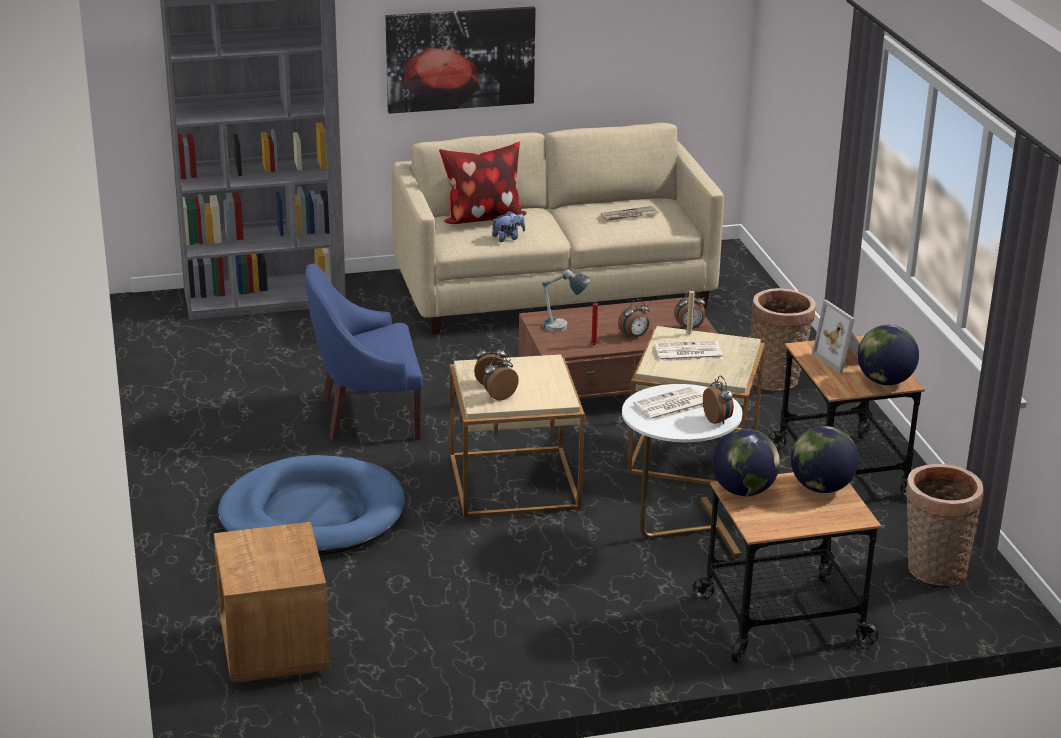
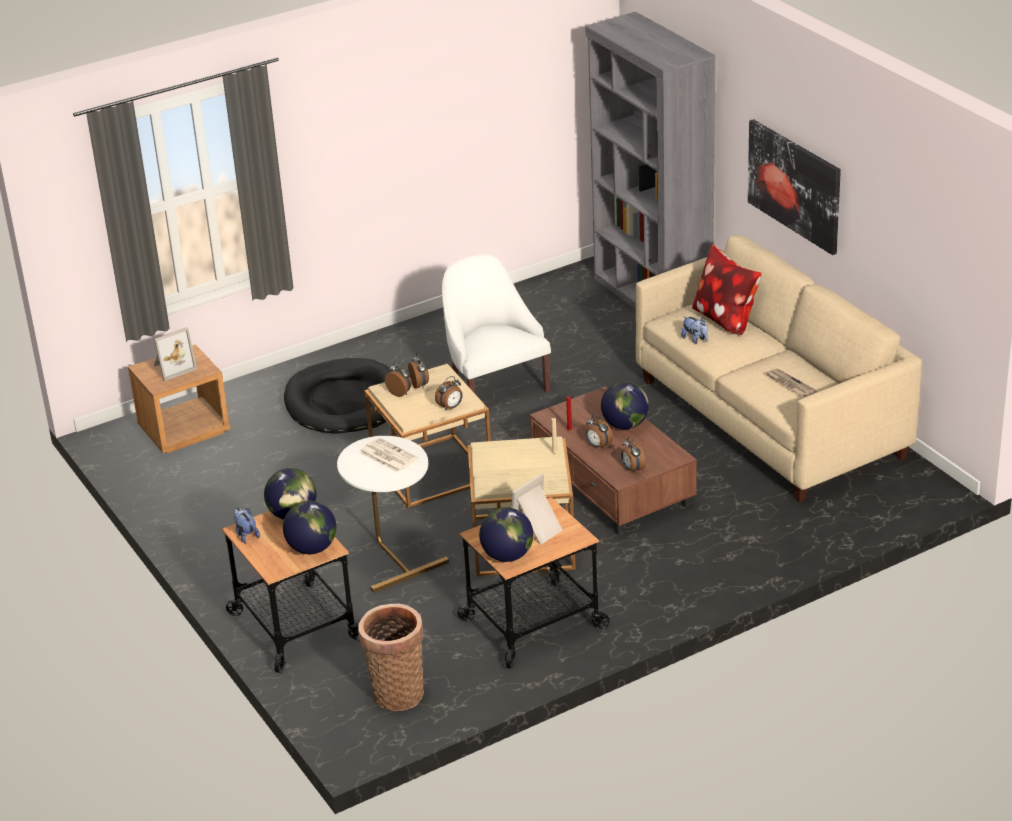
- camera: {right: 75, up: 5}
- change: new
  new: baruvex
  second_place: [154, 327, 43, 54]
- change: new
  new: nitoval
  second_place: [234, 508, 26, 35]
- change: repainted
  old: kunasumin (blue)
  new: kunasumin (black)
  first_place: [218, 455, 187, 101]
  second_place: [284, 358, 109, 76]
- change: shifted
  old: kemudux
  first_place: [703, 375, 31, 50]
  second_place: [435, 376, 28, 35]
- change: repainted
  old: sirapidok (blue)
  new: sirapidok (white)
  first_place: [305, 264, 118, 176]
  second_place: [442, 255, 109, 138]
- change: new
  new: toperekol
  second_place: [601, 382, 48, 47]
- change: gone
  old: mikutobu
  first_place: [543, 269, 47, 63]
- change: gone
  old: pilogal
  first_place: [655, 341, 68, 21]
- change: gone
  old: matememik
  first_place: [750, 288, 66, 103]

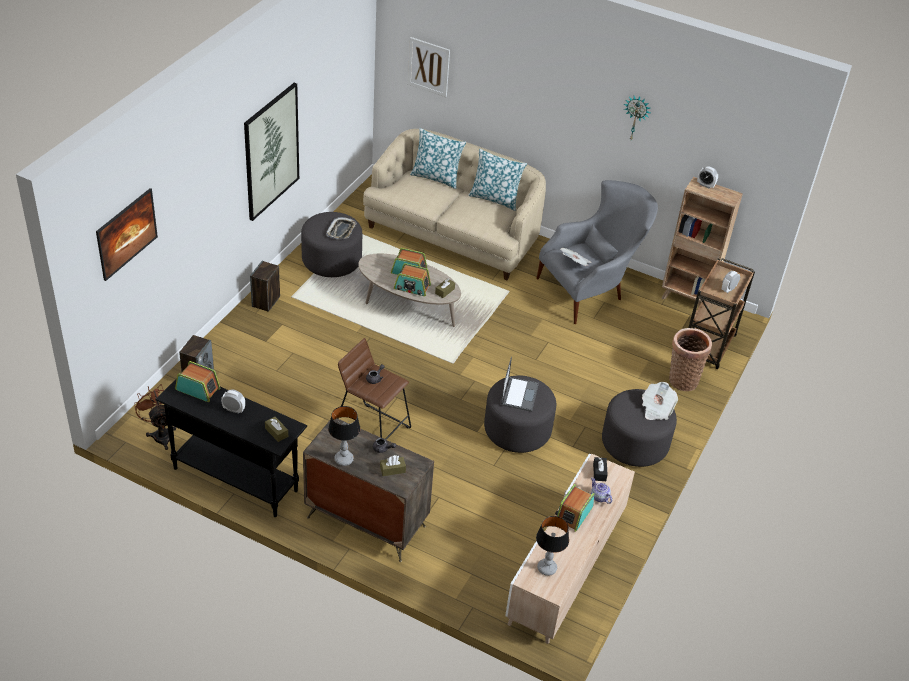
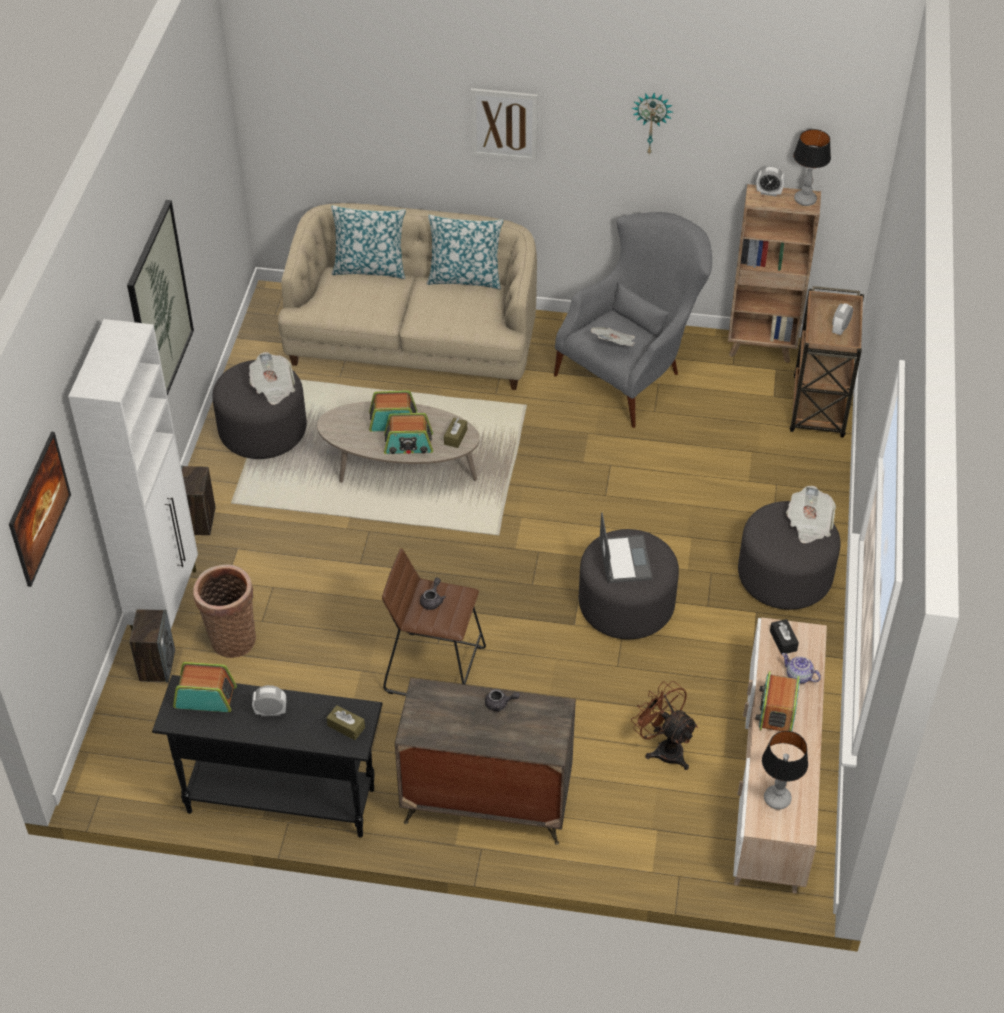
- camera: {right: -15, up: 5}
- change: new
  new: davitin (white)
  second_place: [68, 319, 130, 311]
- change: shifted
  old: matememik
  first_place: [669, 328, 43, 63]
  second_place: [193, 564, 63, 94]
- change: swapped
  old: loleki
  new: pilogal
  first_place: [326, 217, 31, 22]
  second_place: [249, 352, 46, 53]
- change: shifted
  old: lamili
  first_place: [408, 37, 42, 60]
  second_place: [471, 88, 67, 75]
- change: shifted
  old: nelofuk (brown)
  first_place: [134, 384, 42, 66]
  second_place: [631, 681, 67, 89]
- change: shifted
  old: mikutobu
  first_place: [328, 406, 32, 60]
  second_place: [793, 129, 38, 77]
- change: gone
  old: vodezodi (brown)
  first_place: [380, 455, 26, 21]

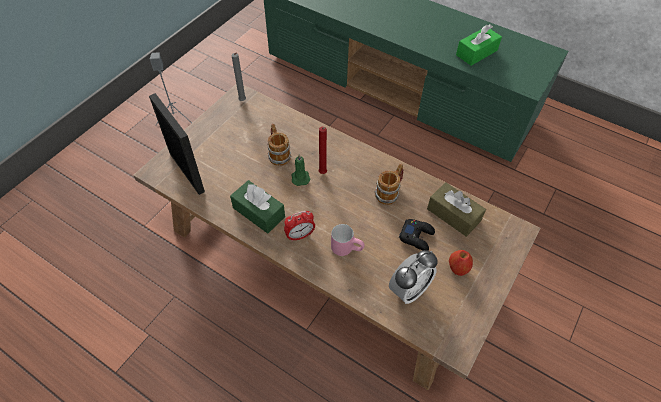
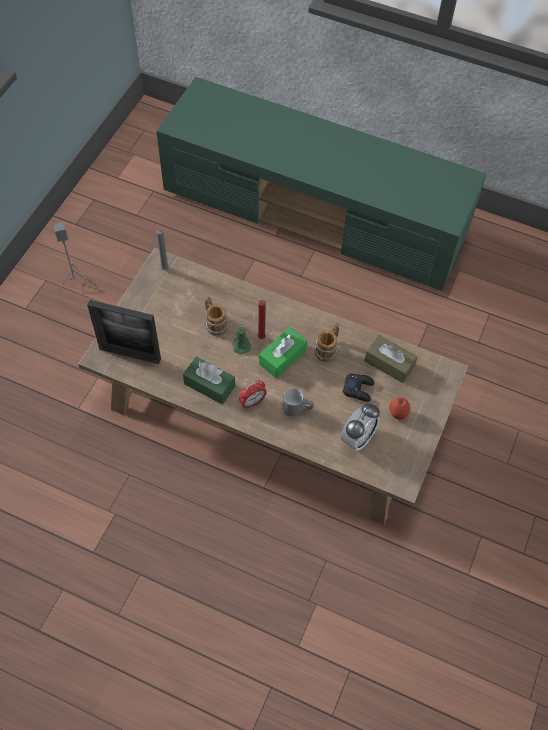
- camera: {right: -10, up: 5}
- change: rotated
  old: baruvex
  first_place: [149, 93, 56, 102]
  second_place: [87, 300, 74, 64]
  degrees: 150
- change: shifted
  old: vodezodi (green)
  first_place: [456, 24, 46, 42]
  second_place: [259, 327, 48, 51]
- change: repainted
  old: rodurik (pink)
  new: rodurik (grey)
  first_place: [331, 224, 34, 32]
  second_place: [283, 388, 31, 28]

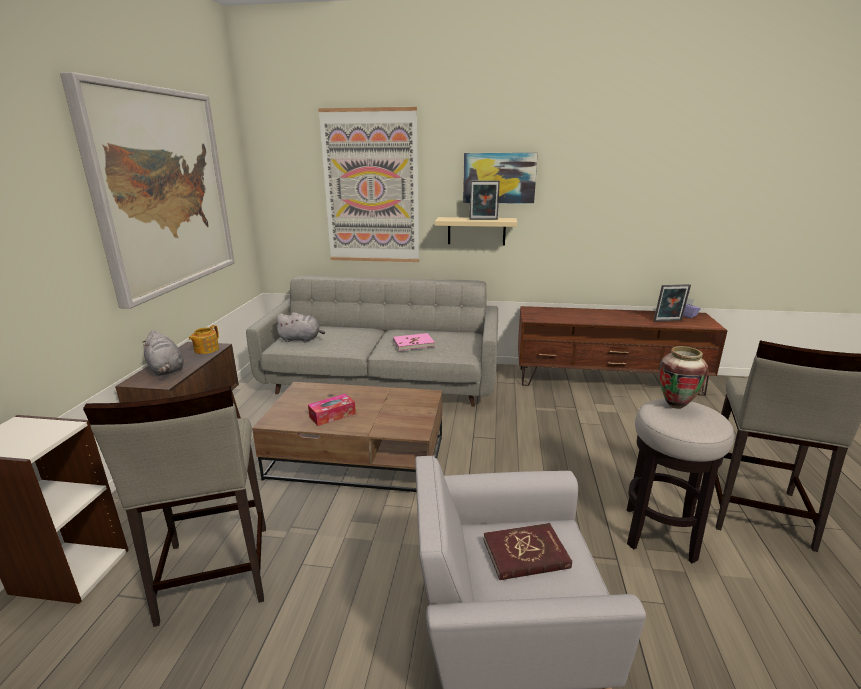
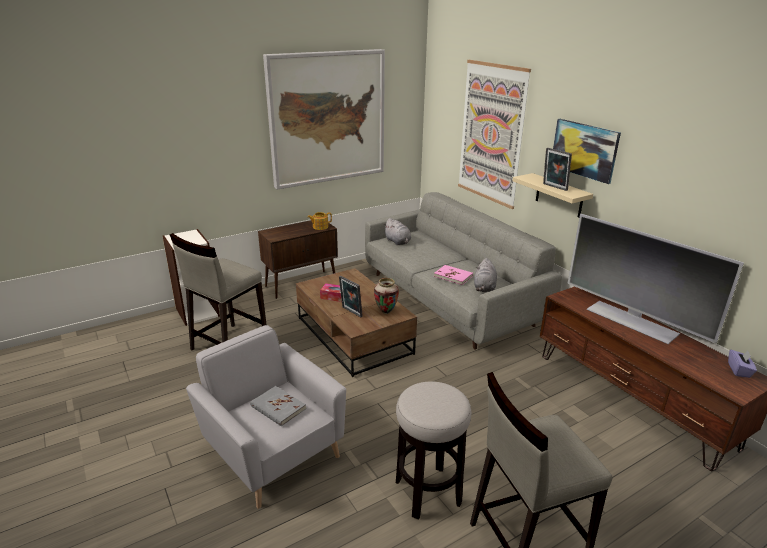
- camera: {right: 50, up: 5}
- change: repainted
  old: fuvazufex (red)
  new: fuvazufex (grey)
  first_place: [483, 523, 89, 57]
  second_place: [250, 386, 56, 41]
- change: shifted
  old: baruvex
  first_place: [654, 284, 37, 38]
  second_place: [339, 276, 24, 41]
- change: shifted
  old: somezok
  first_place: [659, 346, 49, 63]
  second_place: [374, 278, 25, 36]
- change: shifted
  old: nitoval (grey)
  first_place: [142, 330, 42, 46]
  second_place: [474, 258, 23, 34]
- change: new
  new: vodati
  second_place: [567, 214, 177, 130]

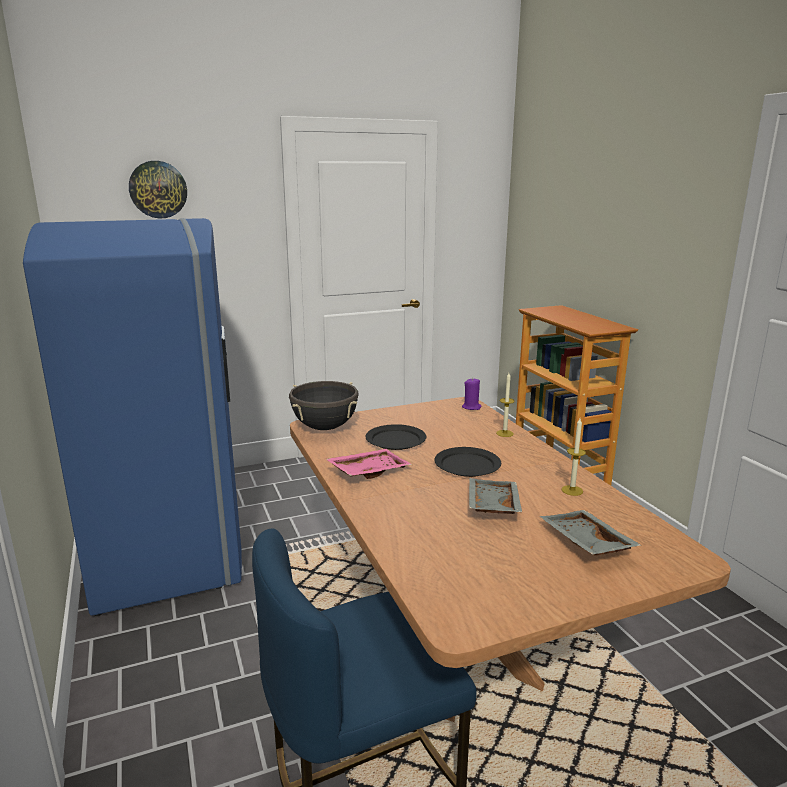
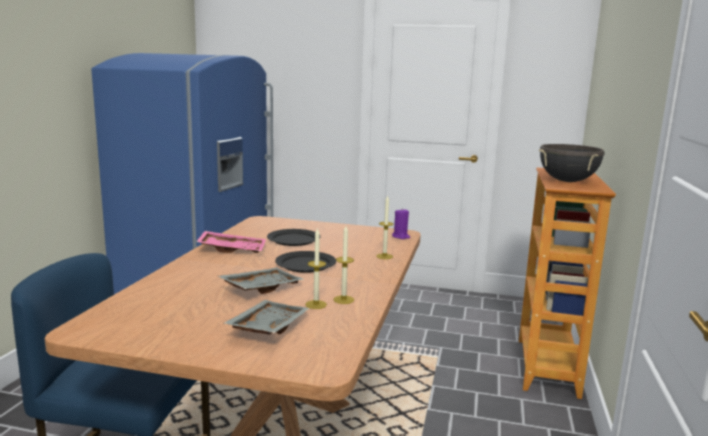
- camera: {right: 35, up: -5}
- change: new
  new: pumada
  second_place: [306, 228, 21, 81]
- change: shifted
  old: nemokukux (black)
  first_place: [289, 381, 70, 49]
  second_place: [539, 144, 65, 38]
- change: gone
  old: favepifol
  first_place: [129, 161, 58, 57]

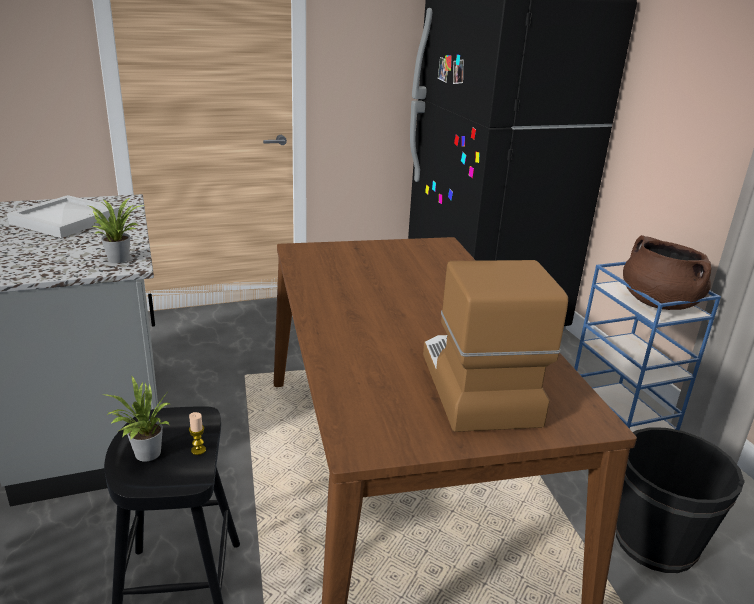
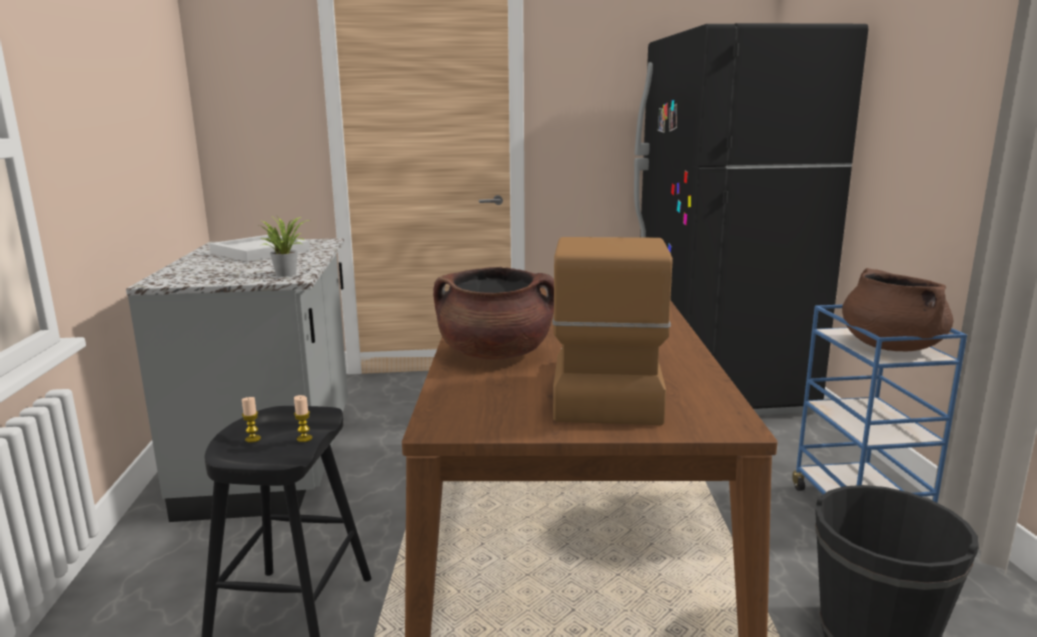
- camera: {right: 15, up: -10}
- change: swapped
  old: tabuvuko
  new: pumada
  first_place: [105, 377, 65, 85]
  second_place: [242, 397, 19, 46]
- change: new
  new: nemokukux (brown)
  second_place: [433, 267, 121, 92]

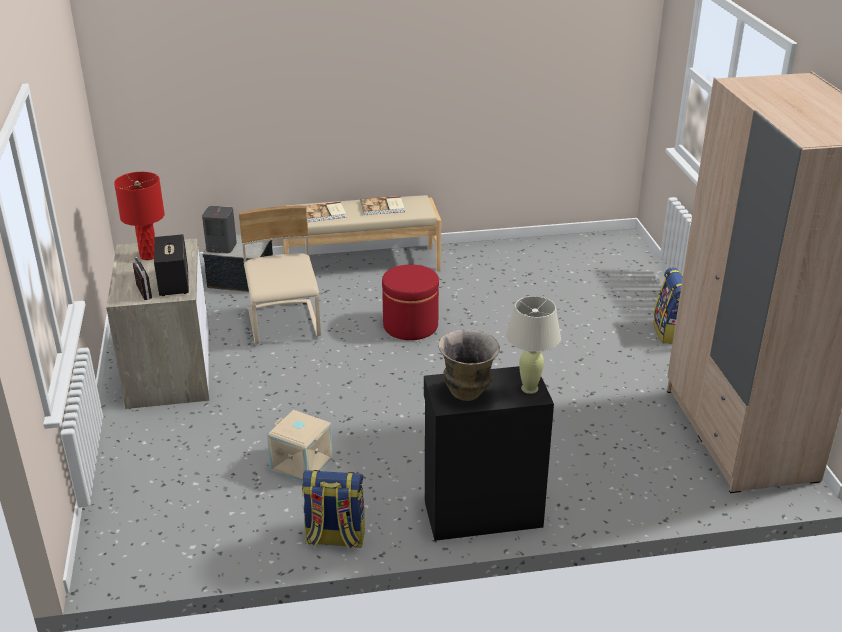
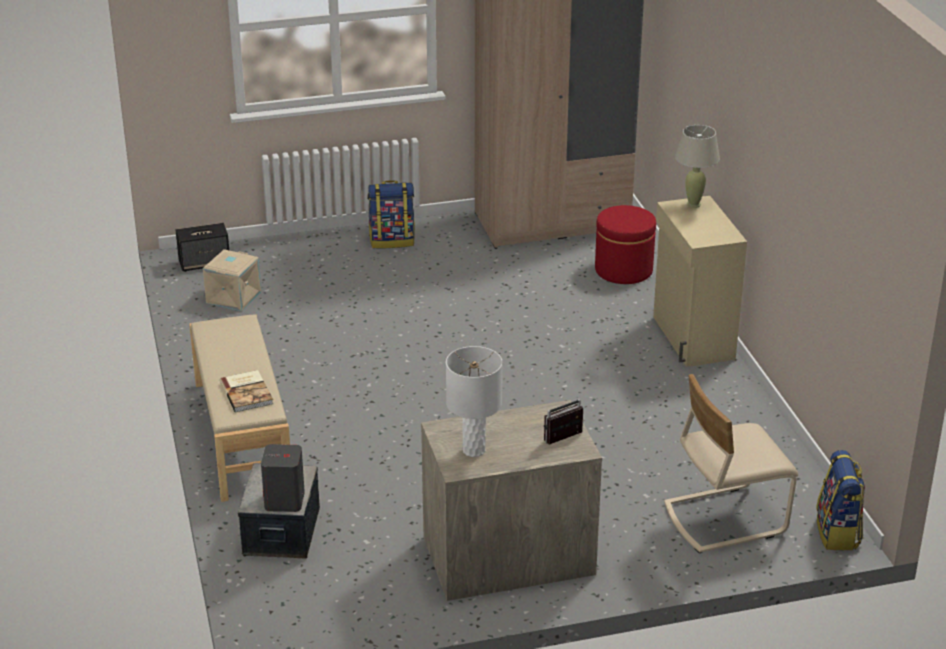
- camera: {right: -95, up: 0}
- change: shifted
  old: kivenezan
  first_place: [154, 234, 35, 62]
  second_place: [176, 223, 53, 49]
- change: shifted
  old: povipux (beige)
  first_place: [267, 410, 66, 72]
  second_place: [203, 249, 58, 62]
- change: repainted
  old: mikutobu (red)
  new: mikutobu (white)
  first_place: [114, 172, 51, 88]
  second_place: [446, 346, 57, 111]
- change: shifted
  old: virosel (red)
  first_place: [382, 265, 57, 75]
  second_place: [595, 205, 61, 79]
- change: repainted
  old: davitin (black)
  new: davitin (beige)
  first_place: [424, 366, 130, 175]
  second_place: [653, 196, 94, 171]
- change: shifted
  old: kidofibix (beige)
  first_place: [239, 205, 82, 139]
  second_place: [664, 374, 134, 179]
- change: shifted
  old: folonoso
  first_place: [302, 470, 63, 79]
  second_place: [816, 450, 49, 100]
- change: gone
  old: fuvazufex
  first_place: [361, 196, 44, 19]
- change: gone
  old: somezok
  first_place: [438, 329, 62, 72]

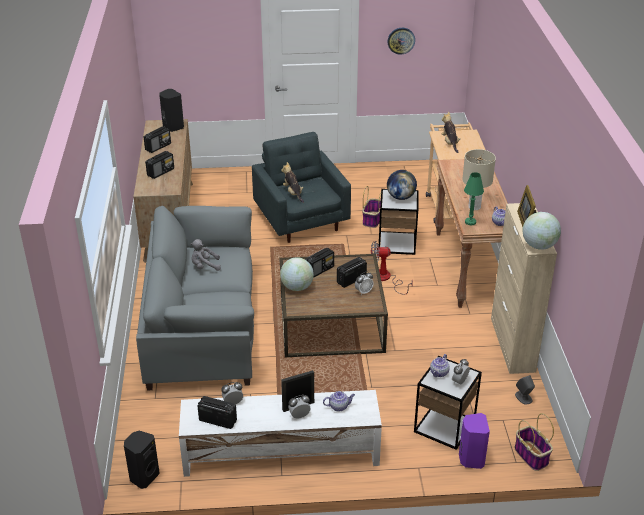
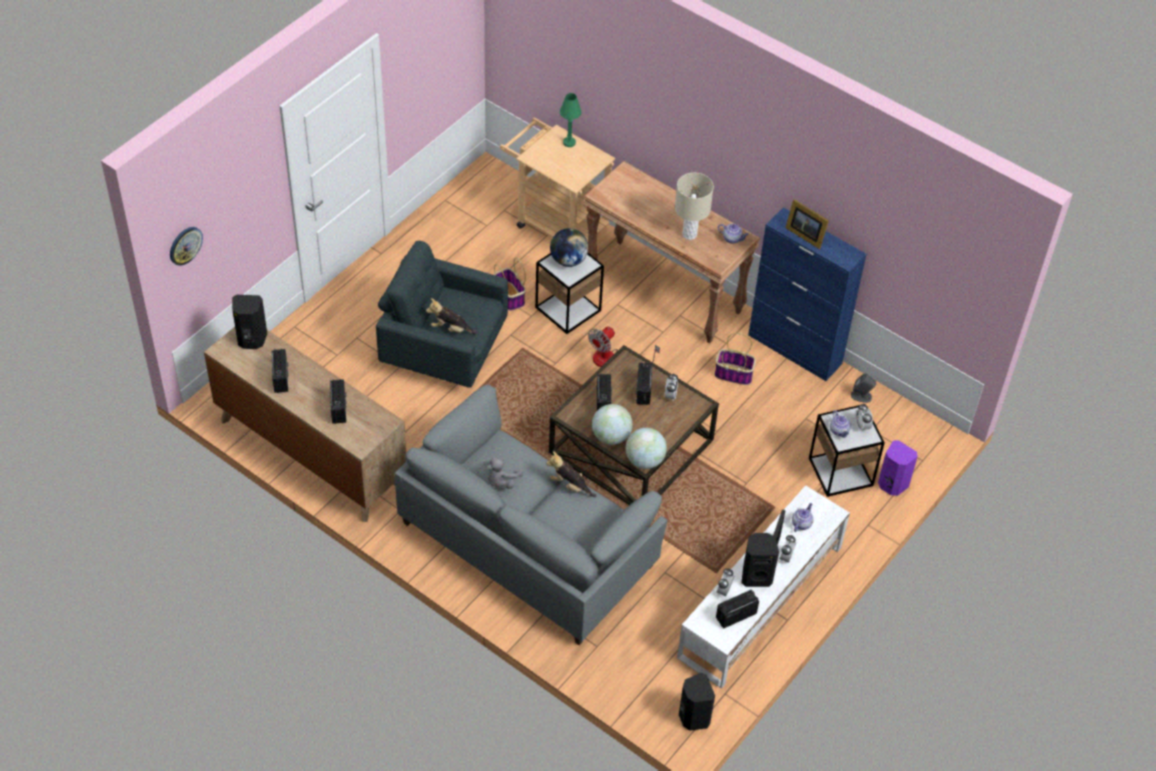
- camera: {right: -50, up: 15}
- change: shifted
  old: favepifol
  first_place: [388, 28, 27, 26]
  second_place: [170, 227, 33, 39]
- change: shifted
  old: nitoval
  first_place: [442, 112, 19, 41]
  second_place: [546, 451, 50, 46]
- change: shifted
  old: mikutobu (green)
  first_place: [464, 172, 20, 53]
  second_place: [560, 93, 22, 54]
- change: shifted
  old: toperekol
  first_place: [522, 212, 39, 38]
  second_place: [626, 428, 41, 41]
- change: shifted
  old: matememik
  first_place: [514, 413, 40, 58]
  second_place: [715, 333, 41, 52]
- change: new
  new: kivenezan (black)
  second_place: [741, 533, 38, 54]
- change: repainted
  old: davitin (beige)
  new: davitin (blue)
  first_place: [491, 203, 66, 171]
  second_place: [748, 207, 118, 174]

